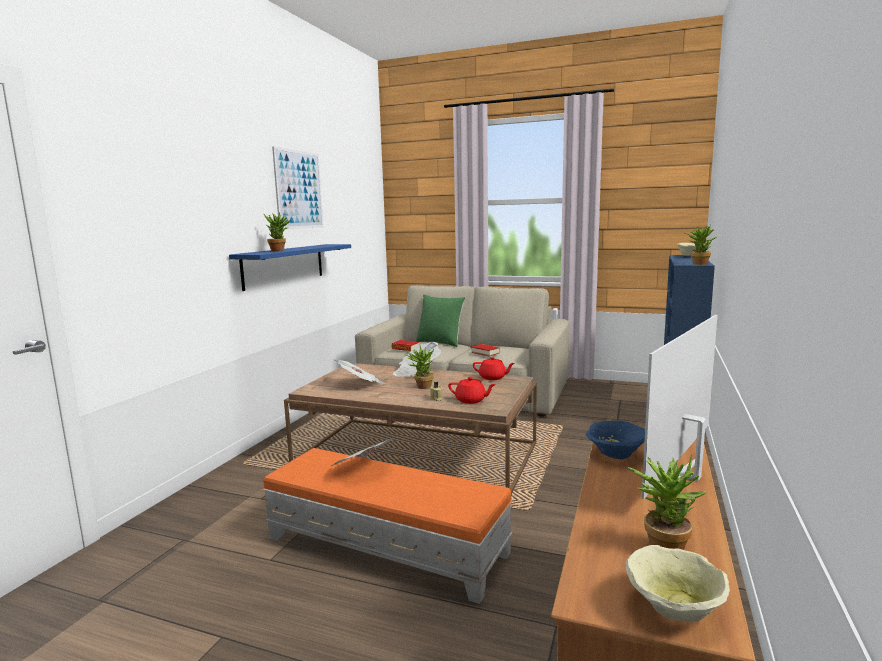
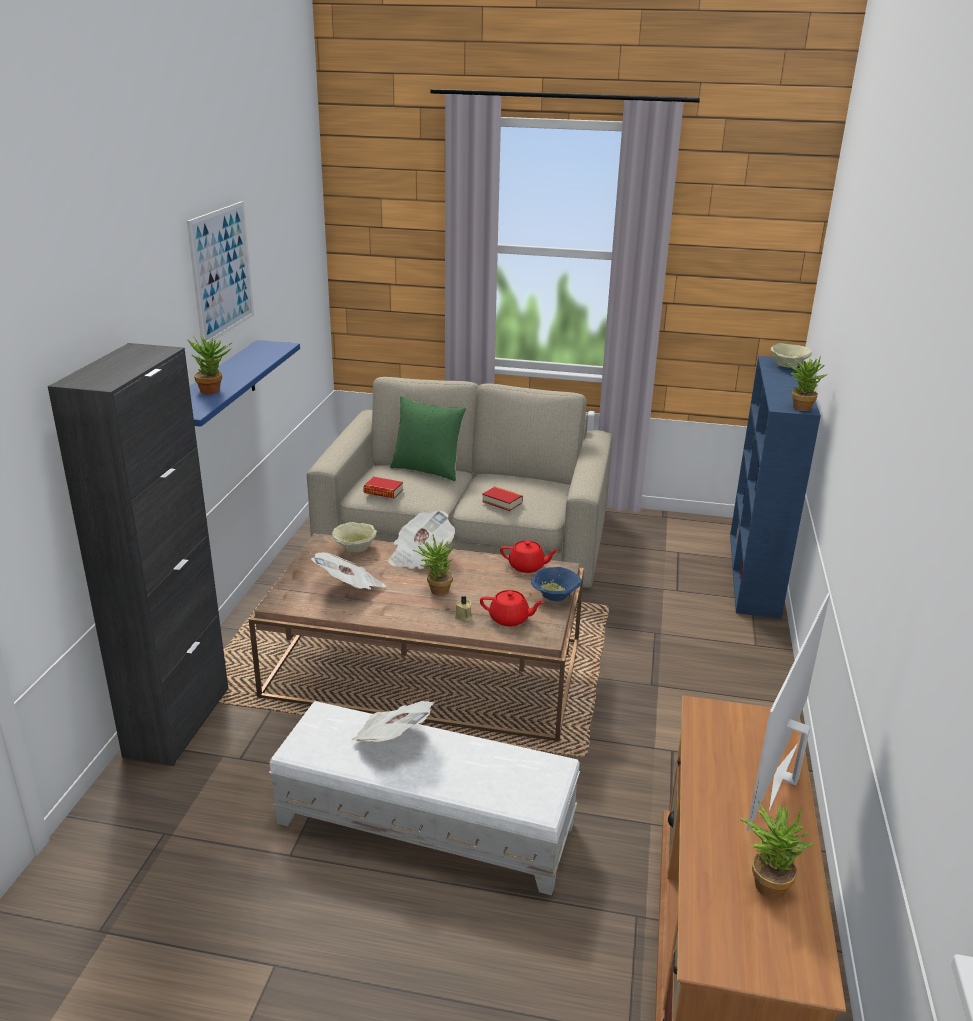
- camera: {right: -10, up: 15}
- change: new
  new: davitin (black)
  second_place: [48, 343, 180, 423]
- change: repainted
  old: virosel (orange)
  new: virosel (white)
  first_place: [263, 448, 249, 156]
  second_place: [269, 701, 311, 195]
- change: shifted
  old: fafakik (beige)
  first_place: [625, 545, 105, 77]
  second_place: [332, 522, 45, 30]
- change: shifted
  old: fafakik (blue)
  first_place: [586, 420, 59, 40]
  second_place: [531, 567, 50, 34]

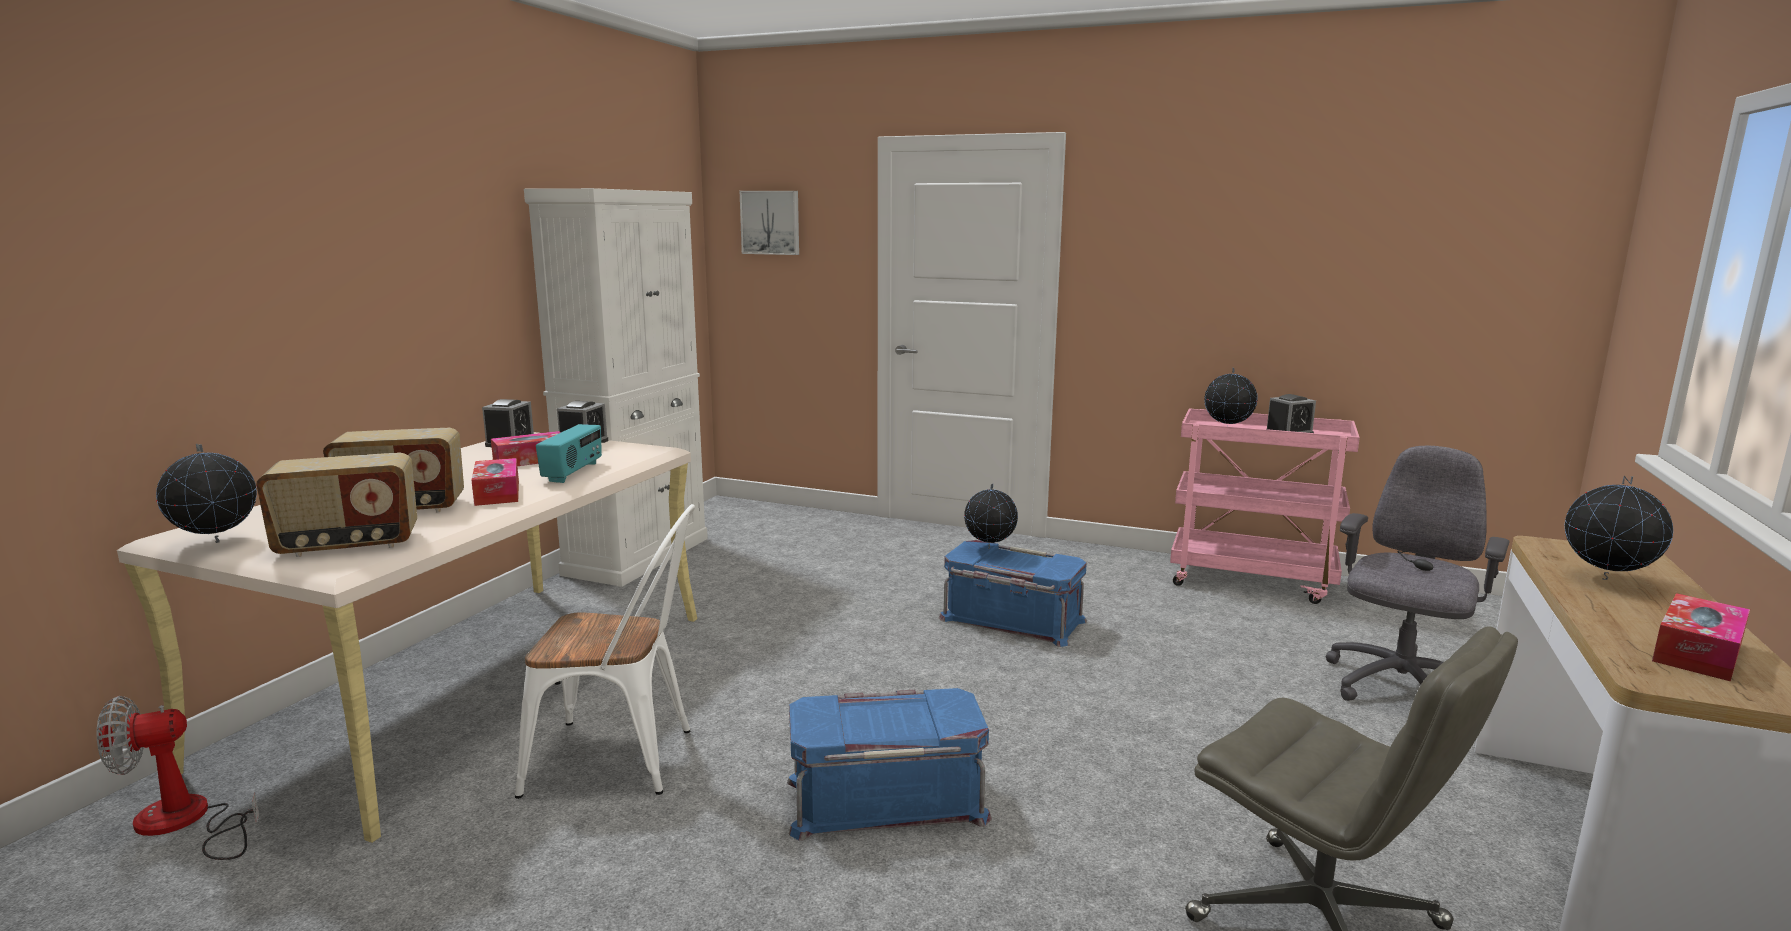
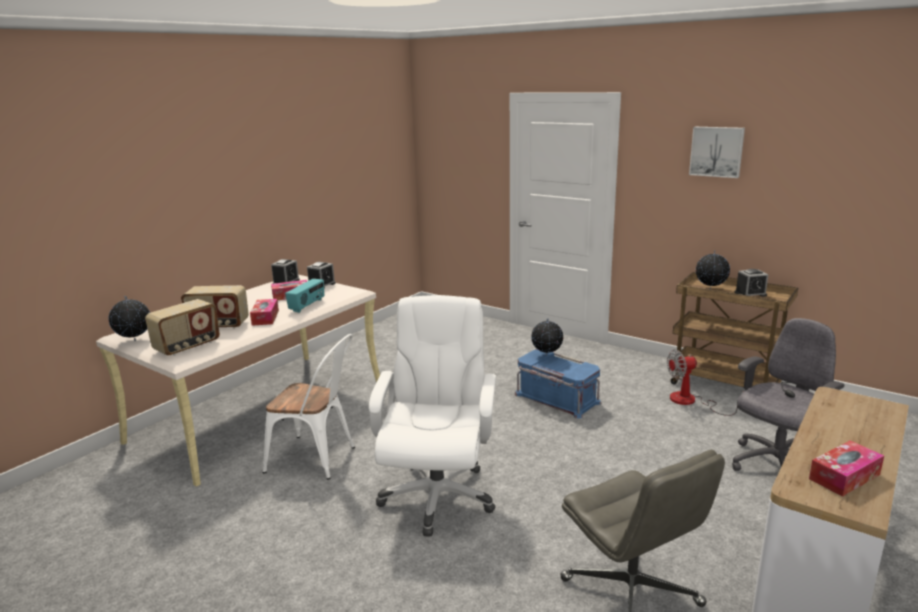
- camera: {right: 15, up: 5}
- change: rotated
  old: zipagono
  first_place: [256, 452, 161, 105]
  second_place: [145, 299, 75, 57]
  degrees: -45
- change: swapped
  old: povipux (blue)
  new: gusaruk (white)
  first_place: [787, 688, 205, 153]
  second_place: [369, 295, 127, 242]
- change: shifted
  old: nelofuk
  first_place: [97, 696, 162, 164]
  second_place: [667, 349, 76, 67]
- change: repainted
  old: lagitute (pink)
  new: lagitute (brown)
  first_place: [1170, 408, 190, 196]
  second_place: [669, 272, 129, 115]
- change: shifted
  old: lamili
  first_place: [740, 191, 59, 64]
  second_place: [689, 127, 56, 51]
- change: gone
  old: davitin (white)
  first_place: [524, 188, 184, 399]
- change: gone
  old: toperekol
  first_place: [1565, 476, 108, 104]

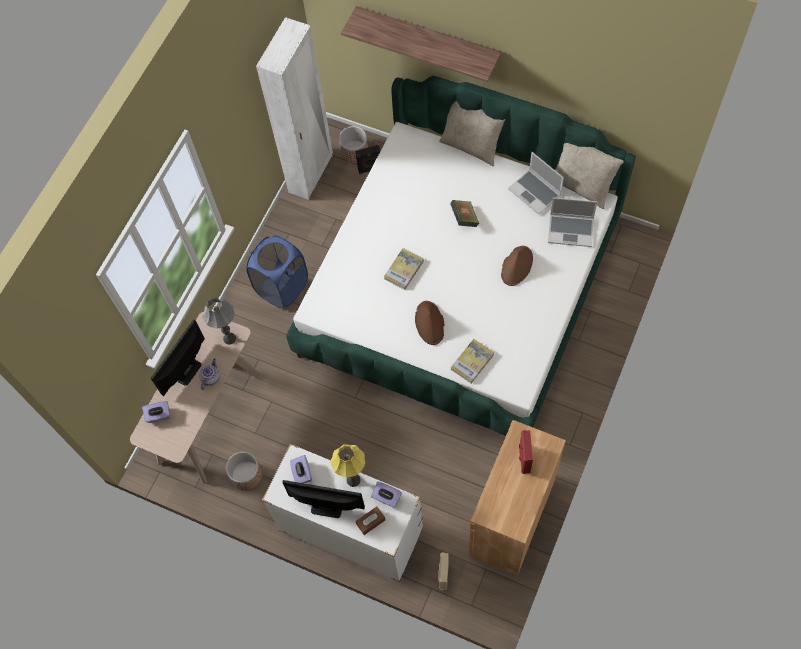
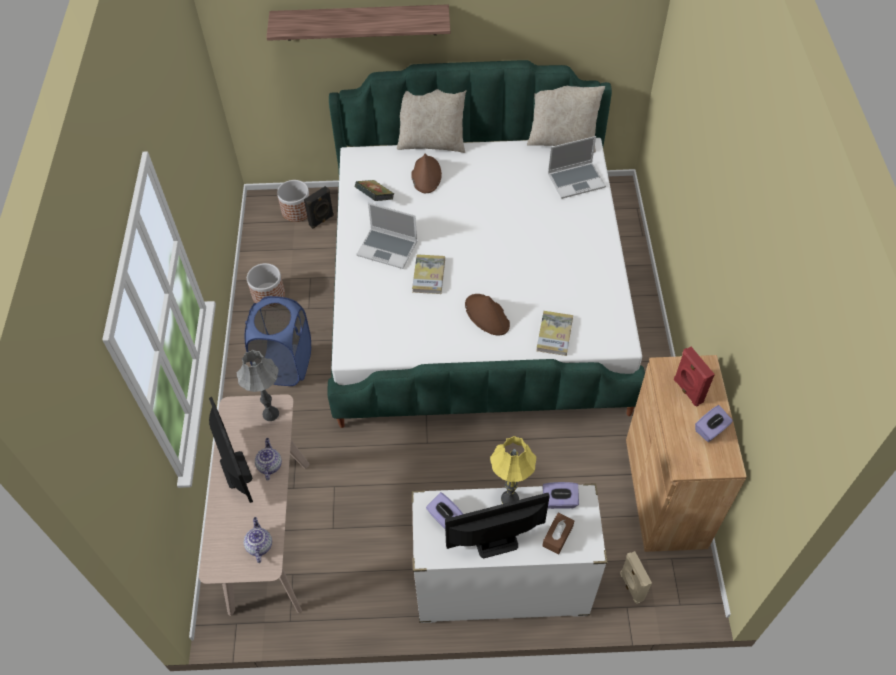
- camera: {right: -30, up: -10}
- change: rotated
  old: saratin
  first_place: [151, 320, 54, 76]
  second_place: [209, 397, 44, 106]
  degrees: 150
- change: new
  new: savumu
  second_place: [244, 517, 28, 46]
- change: shifted
  old: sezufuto
  first_place: [226, 452, 36, 38]
  second_place: [247, 263, 38, 40]
- change: shifted
  old: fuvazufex
  first_place: [450, 200, 29, 27]
  second_place: [355, 180, 39, 21]
- change: shifted
  old: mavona
  first_place: [508, 152, 56, 63]
  second_place: [356, 203, 61, 66]
- change: shifted
  old: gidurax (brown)
  first_place: [501, 246, 32, 40]
  second_place: [411, 154, 31, 39]
- change: shifted
  old: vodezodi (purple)
  first_place: [142, 401, 28, 22]
  second_place: [695, 405, 38, 37]
- change: gone
  old: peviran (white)
  first_place: [256, 17, 77, 183]

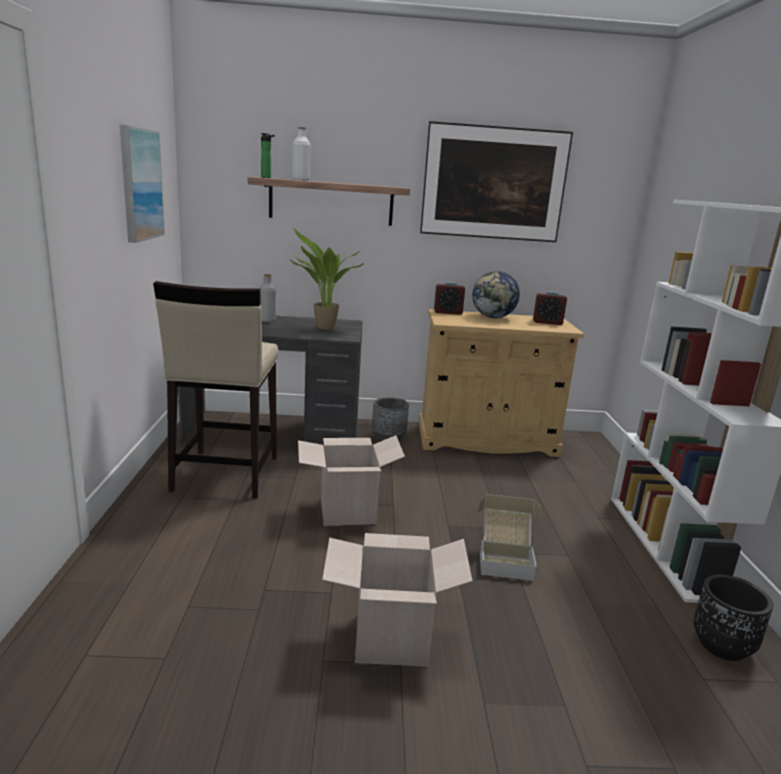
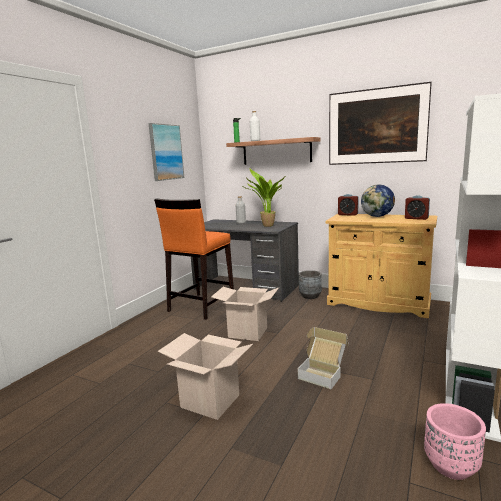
- camera: {right: 30, up: -5}
- change: repainted
  old: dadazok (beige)
  new: dadazok (orange)
  first_place: [153, 281, 126, 218]
  second_place: [154, 198, 80, 122]
- change: repainted
  old: sezufuto (black)
  new: sezufuto (pink)
  first_place: [693, 574, 80, 87]
  second_place: [424, 403, 62, 77]

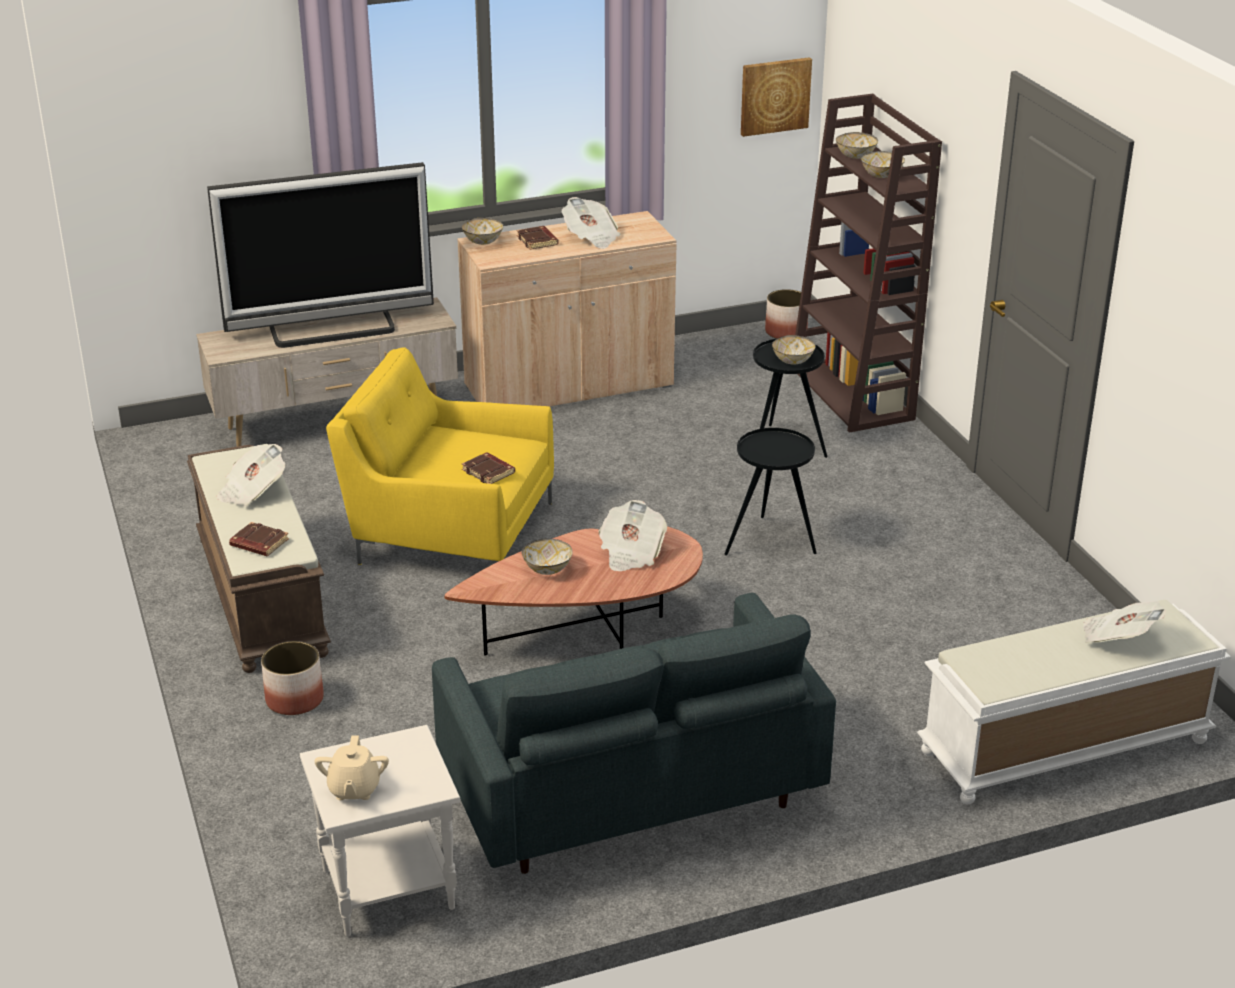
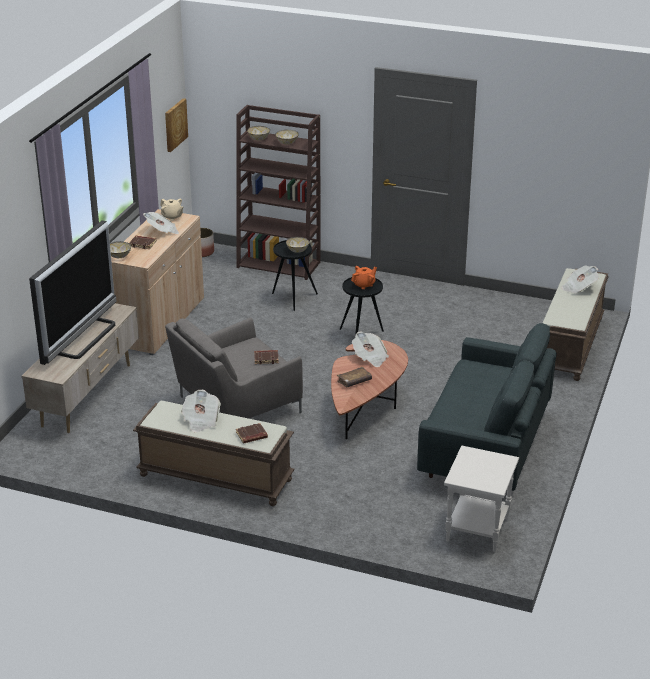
- camera: {right: -50, up: 0}
- change: shifted
  old: savumu (beige)
  first_place: [314, 735, 75, 65]
  second_place: [160, 199, 23, 22]
- change: repainted
  old: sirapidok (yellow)
  new: sirapidok (grey)
  first_place: [326, 347, 228, 218]
  second_place: [165, 318, 138, 101]
- change: swapped
  old: fafakik
  new: fuvazufex (brown)
  first_place: [522, 538, 51, 37]
  second_place: [337, 367, 35, 21]
- change: new
  new: savumu (orange)
  second_place: [351, 266, 26, 23]
- change: repainted
  old: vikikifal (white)
  new: vikikifal (brown)
  first_place: [917, 600, 314, 205]
  second_place: [543, 268, 66, 113]
- change: gone
  old: sezufuto
  first_place: [261, 641, 63, 74]

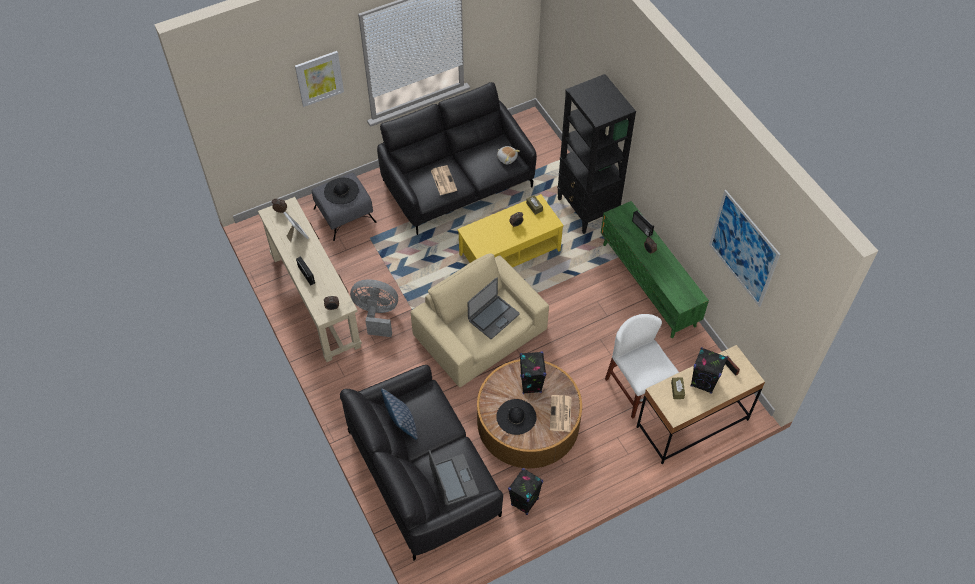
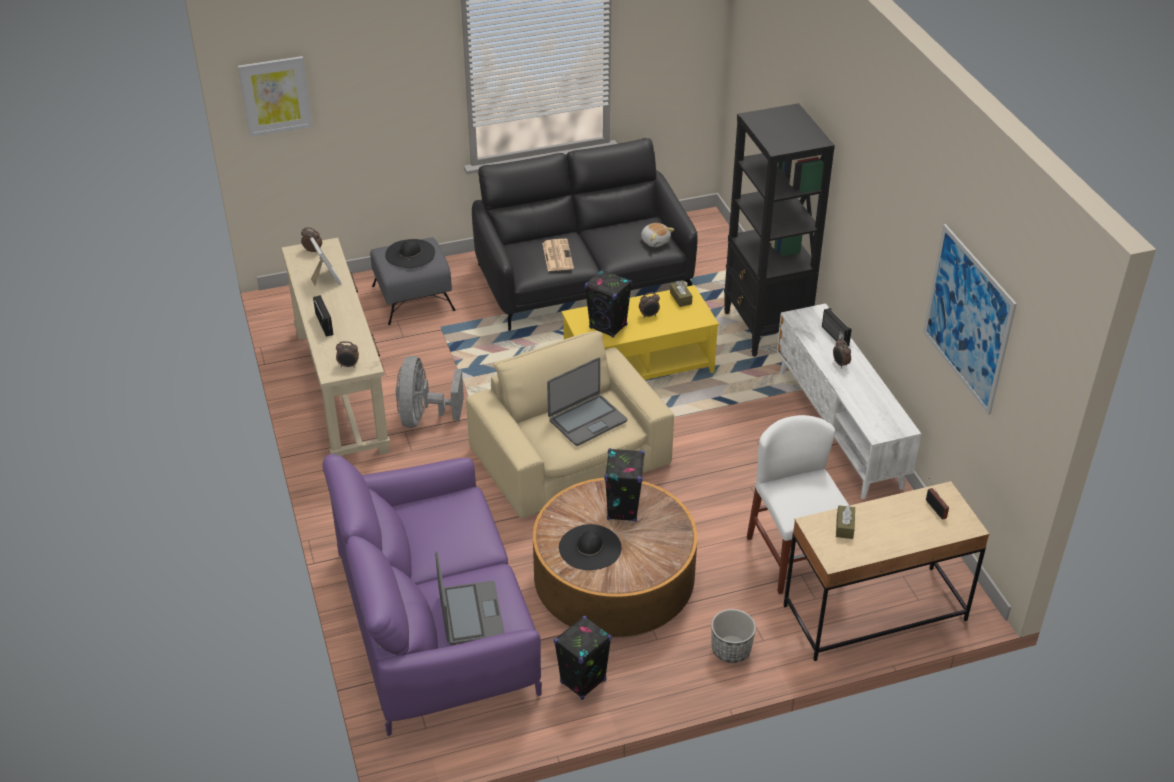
- camera: {right: 10, up: -15}
- change: shifted
  old: lamili
  first_place: [295, 51, 49, 56]
  second_place: [238, 56, 75, 81]
- change: repainted
  old: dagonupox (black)
  new: dagonupox (purple)
  first_place: [340, 365, 163, 196]
  second_place: [322, 454, 220, 282]
- change: rotated
  old: nelofuk (grey)
  first_place: [350, 279, 48, 58]
  second_place: [396, 356, 68, 72]
  degrees: -105
- change: shifted
  old: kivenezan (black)
  first_place: [691, 347, 37, 47]
  second_place: [585, 269, 47, 69]
- change: new
  new: sezufuto
  second_place: [711, 609, 45, 54]
- change: repainted
  old: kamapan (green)
  new: kamapan (white)
  first_place: [601, 201, 108, 137]
  second_place: [777, 303, 144, 196]
- change: gone
  old: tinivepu
  first_place: [381, 389, 37, 50]
- change: gone
  old: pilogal
  first_place: [550, 395, 21, 37]

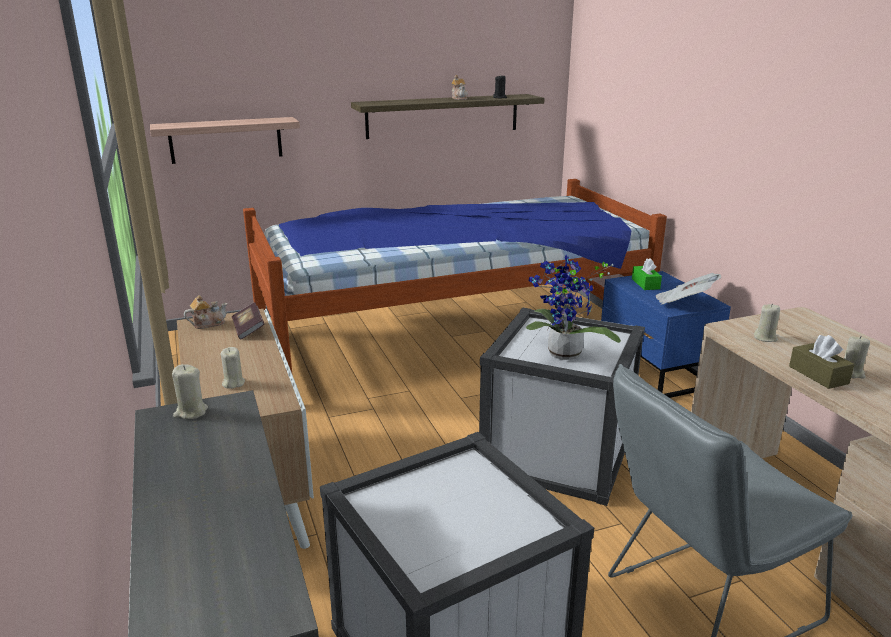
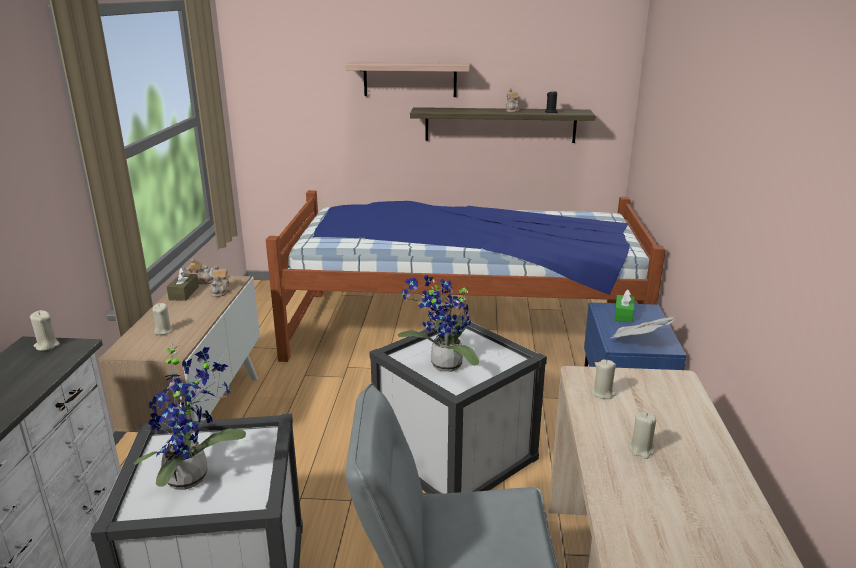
- camera: {right: 25, up: 0}
- change: new
  new: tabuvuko
  second_place: [134, 343, 112, 147]
- change: shifted
  old: vodezodi (brown)
  first_place: [789, 335, 65, 54]
  second_place: [167, 267, 32, 34]
- change: swapped
  old: fuvazufex
  new: savumu
  first_place: [232, 302, 32, 38]
  second_place: [210, 265, 21, 32]
- change: shifted
  old: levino
  first_place: [150, 117, 150, 47]
  second_place: [345, 61, 125, 36]

